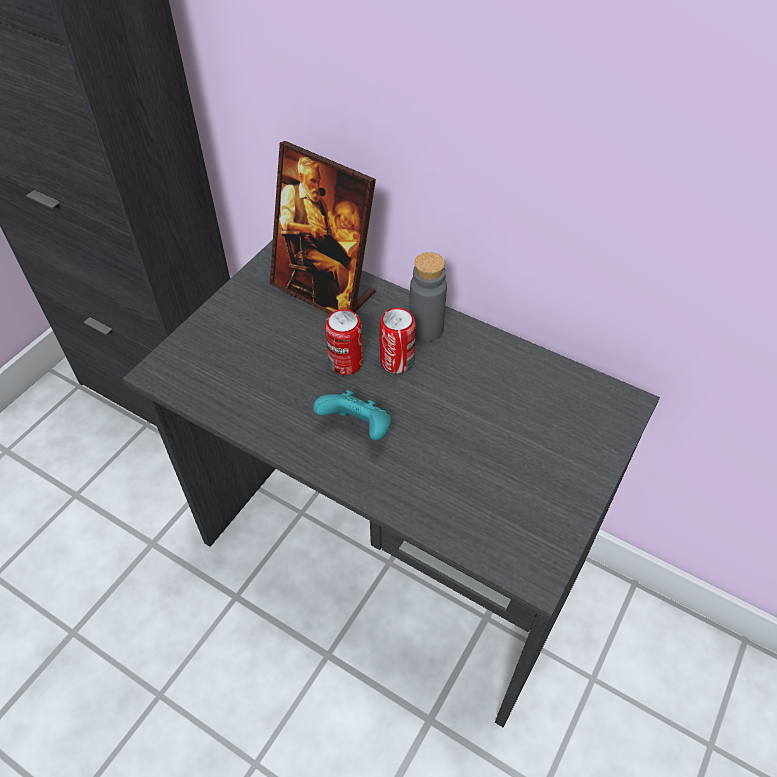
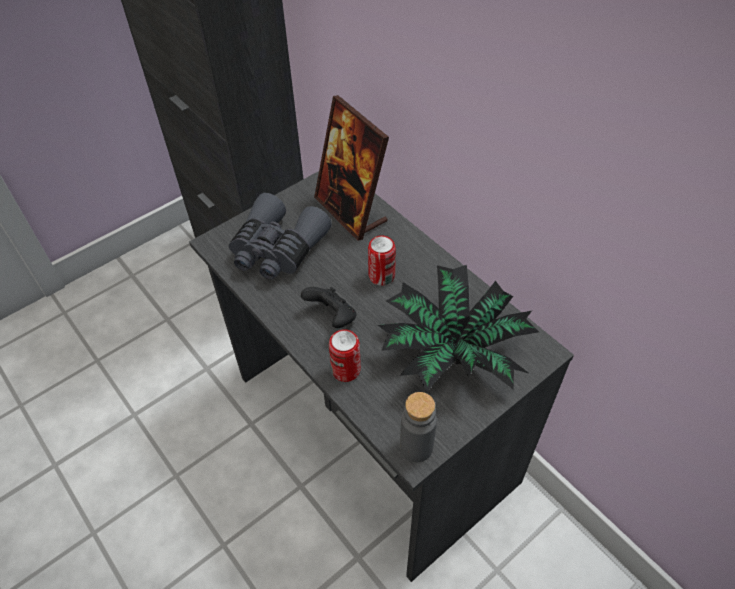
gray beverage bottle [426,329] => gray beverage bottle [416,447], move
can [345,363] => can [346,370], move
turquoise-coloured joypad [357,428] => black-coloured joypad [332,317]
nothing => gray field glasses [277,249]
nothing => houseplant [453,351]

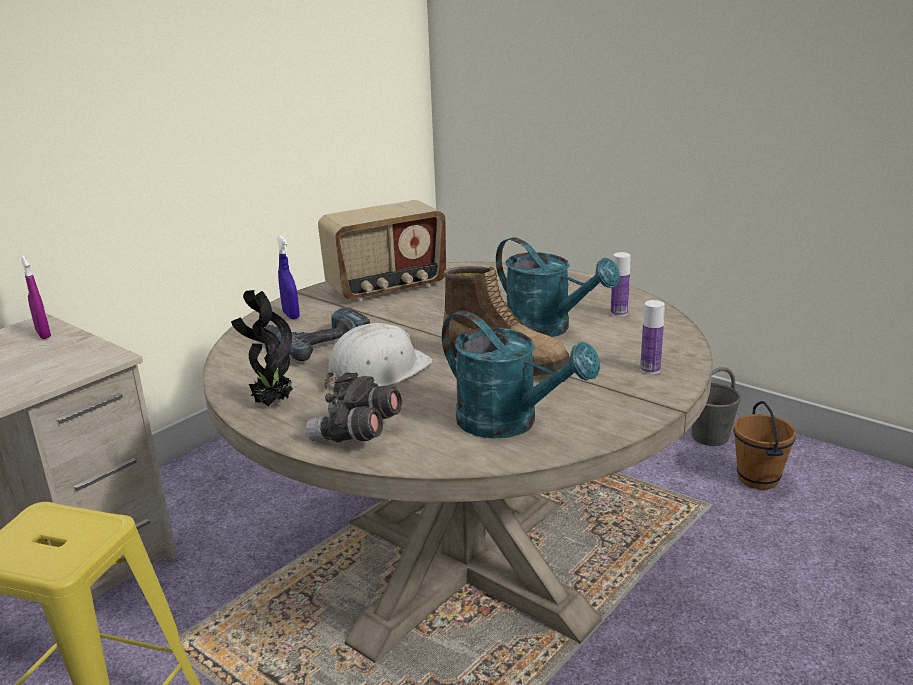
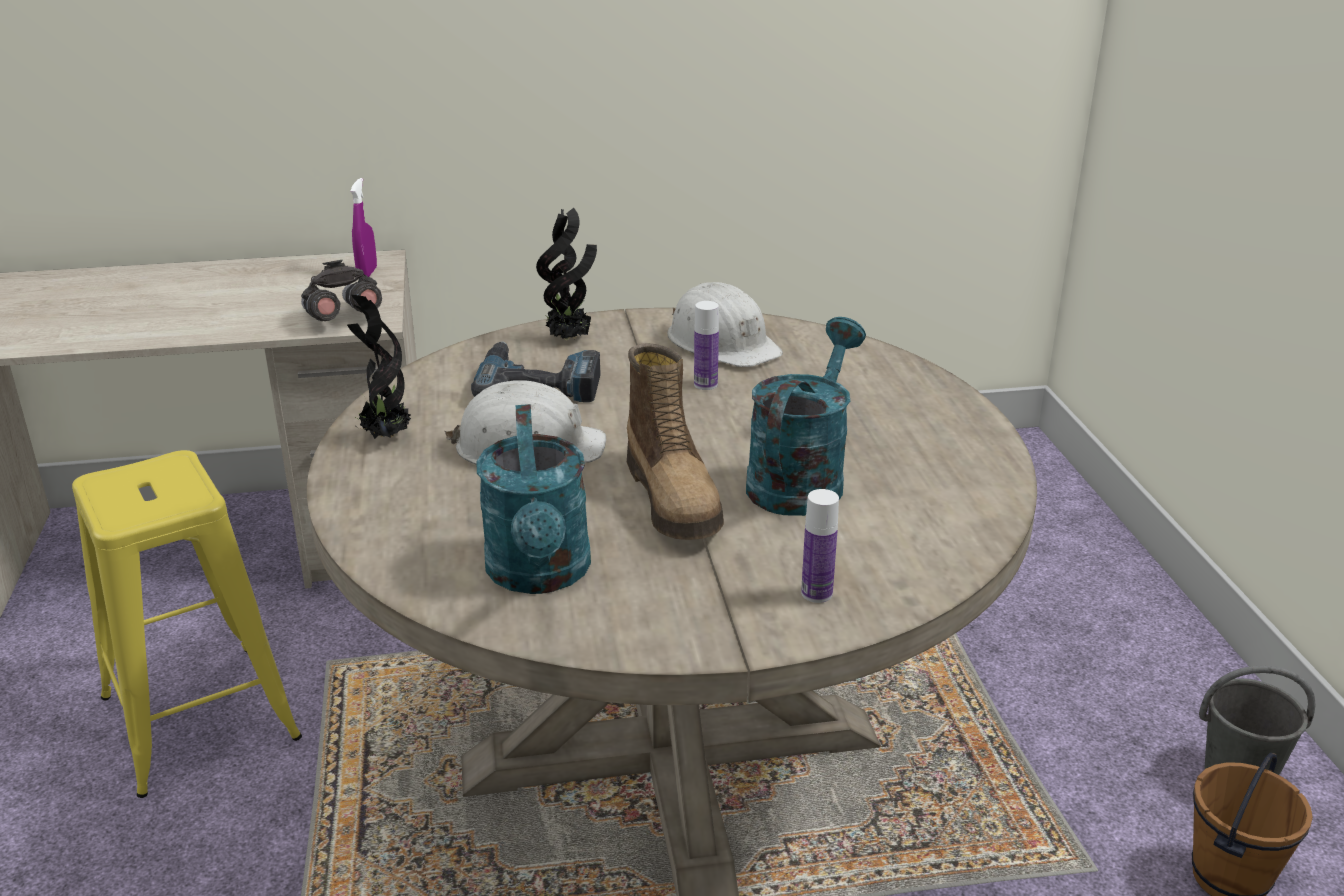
radio set [387,288] => white-coloured hard hat [722,343]
blue hand sprayer [291,315] => houseplant [570,339]
turquoise-coloured watering can [548,329] => turquoise-coloured watering can [801,478], 150 degrees counterclockwise
beverage bottle [619,313] => beverage bottle [705,384], move
gray field glasses [356,434] => gray field glasses [341,318], move

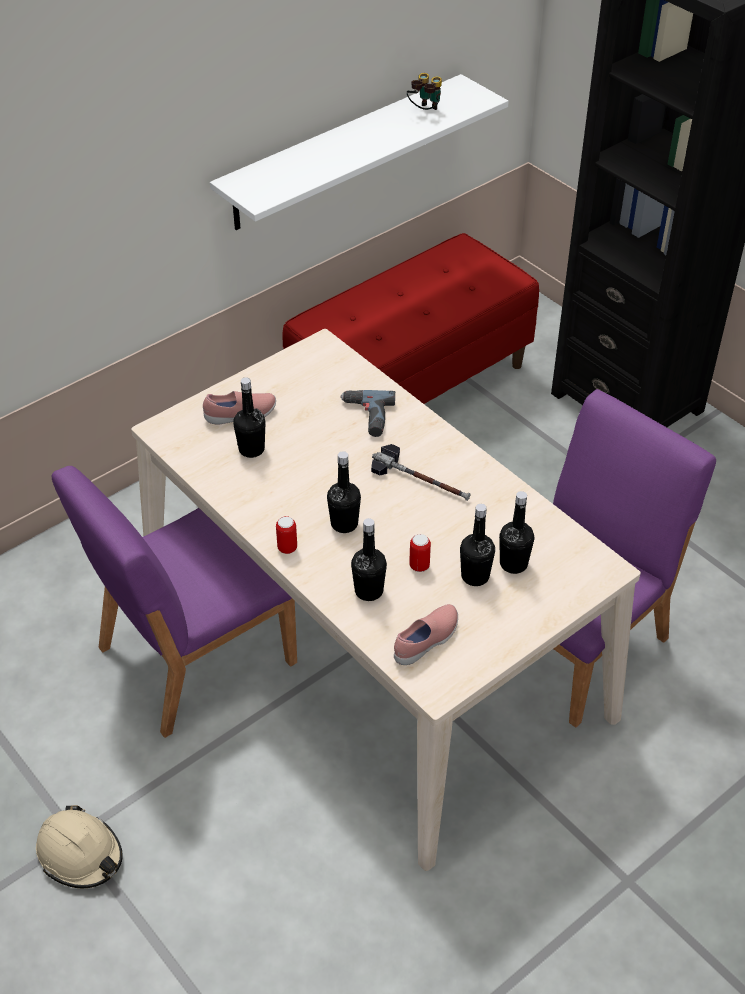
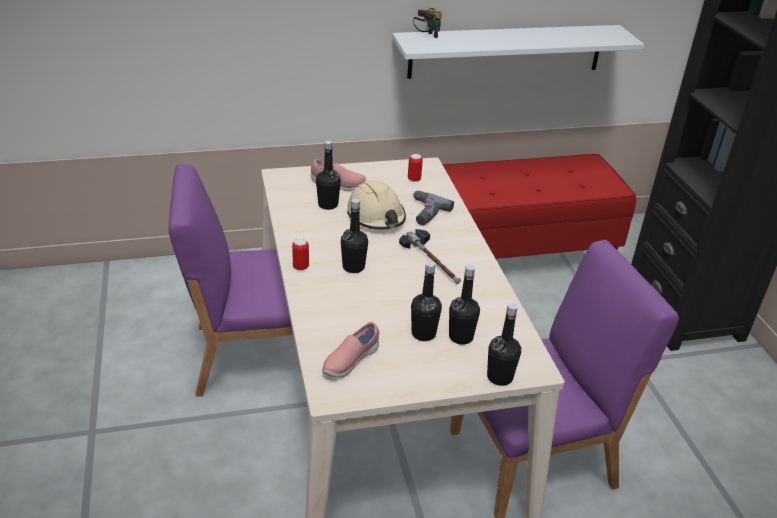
field glasses [424,111] => field glasses [426,37], move
black-coloured beverage bottle [369,591] => black-coloured beverage bottle [499,377], move
can [419,566] => can [414,179], move
pink-coloured low shoe [427,642] => pink-coloured low shoe [350,361], 150 degrees clockwise
beige hard hat [80,854] => beige hard hat [376,216], move

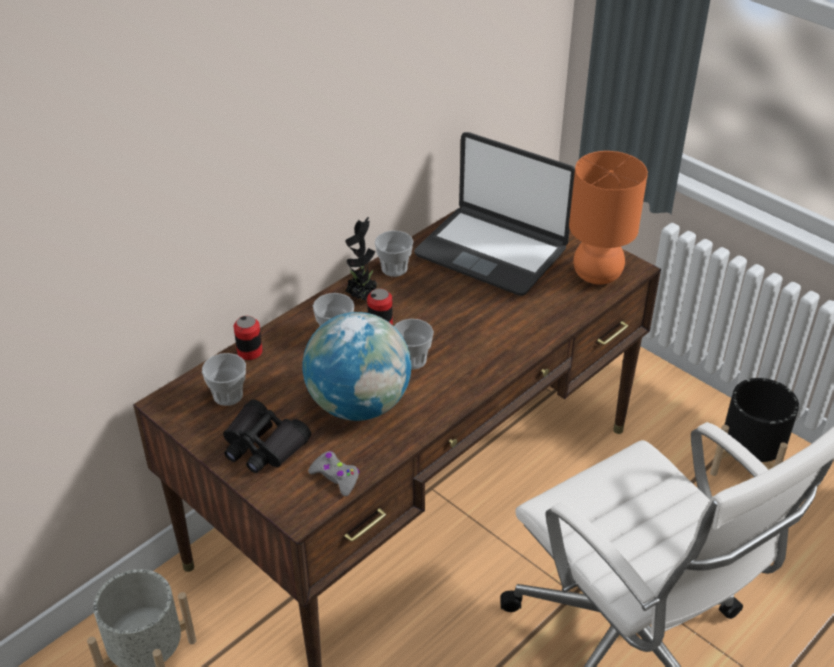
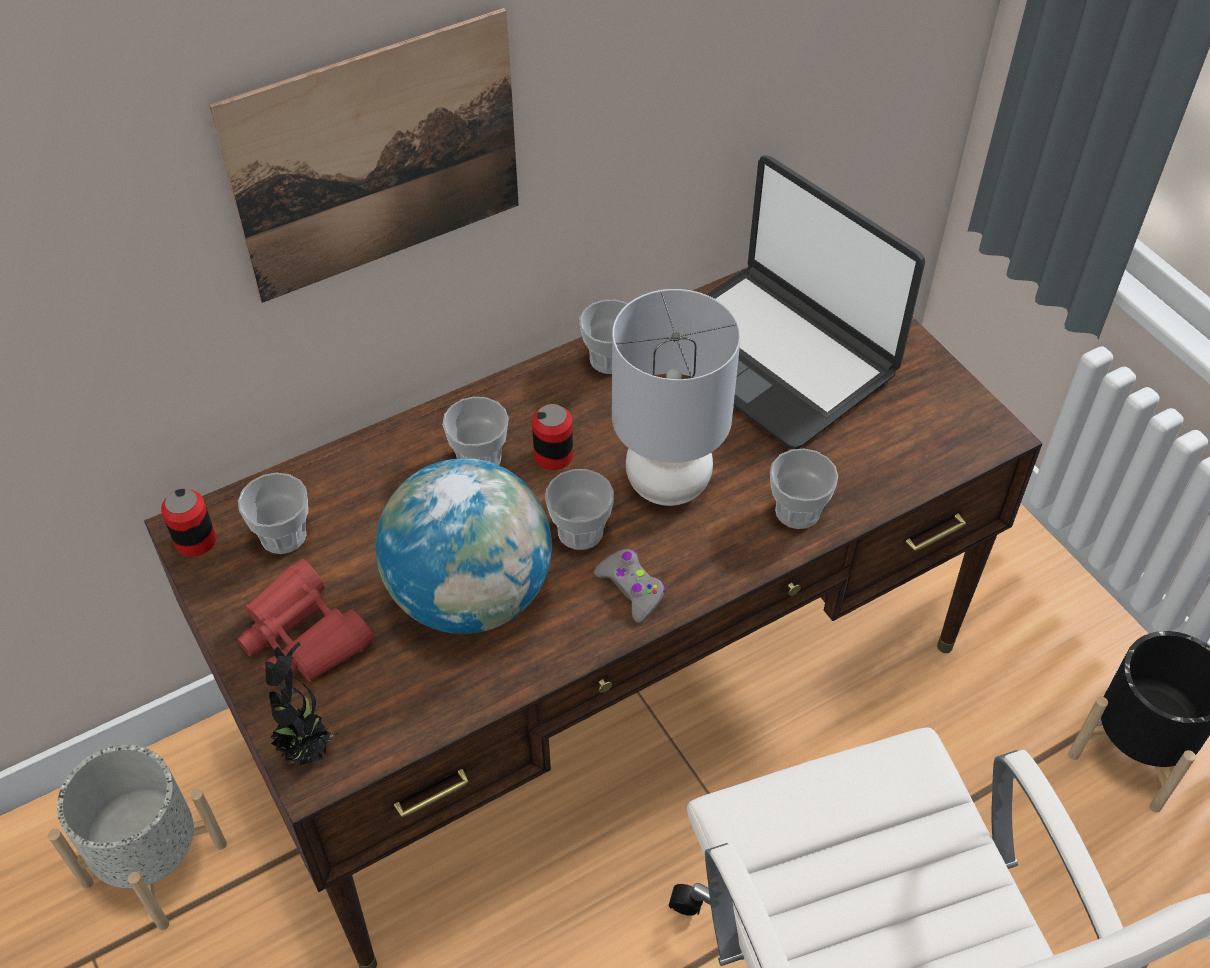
orangey tabletop lamp [596,275] => nothing
houseplant [363,297] => houseplant [308,749], move
can [250,352] => can [195,541], move
black-coloured field glasses [263,445] => reddish field glasses [303,637]
gray joypad [335,477] => gray joypad [631,589], move
nothing => wall picture [378,158]
nothing => gray tabletop lamp [667,484]
nothing => drinking cup [797,511]

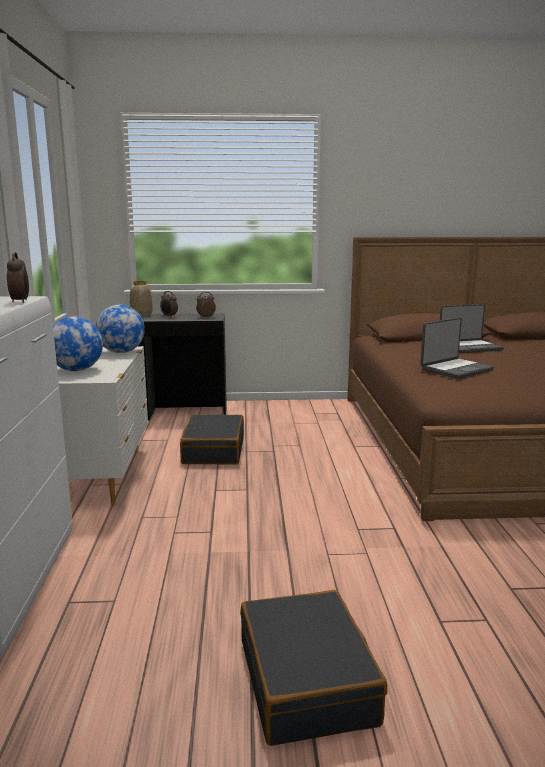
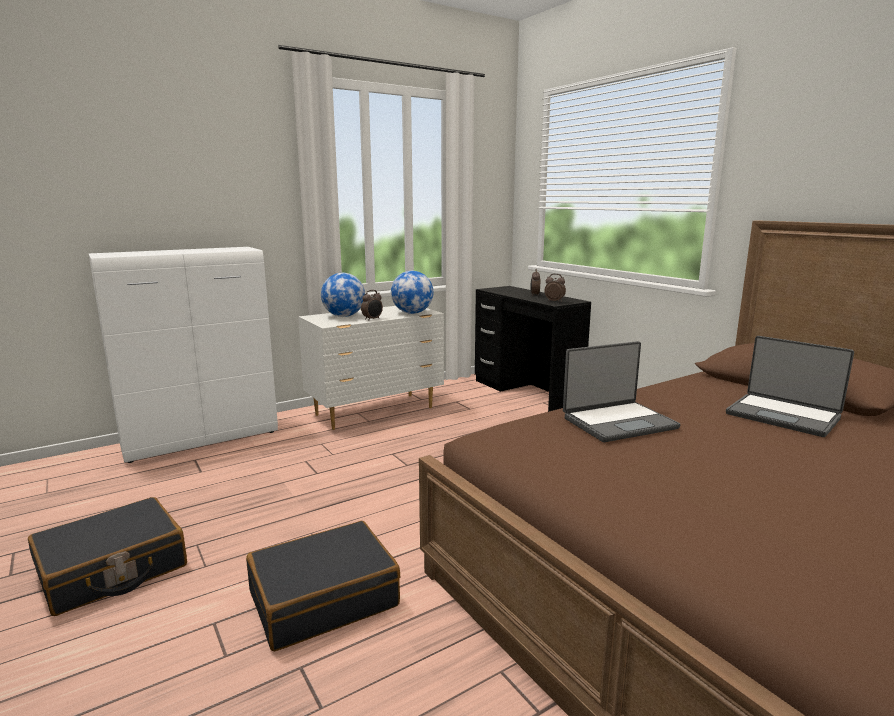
table clock [20,301] => table clock [372,319], move
flower vase [142,316] => nothing
portable computer [455,369] => portable computer [618,422], 45 degrees counterclockwise
black-coloured suitcase [213,450] => black-coloured suitcase [323,598], move

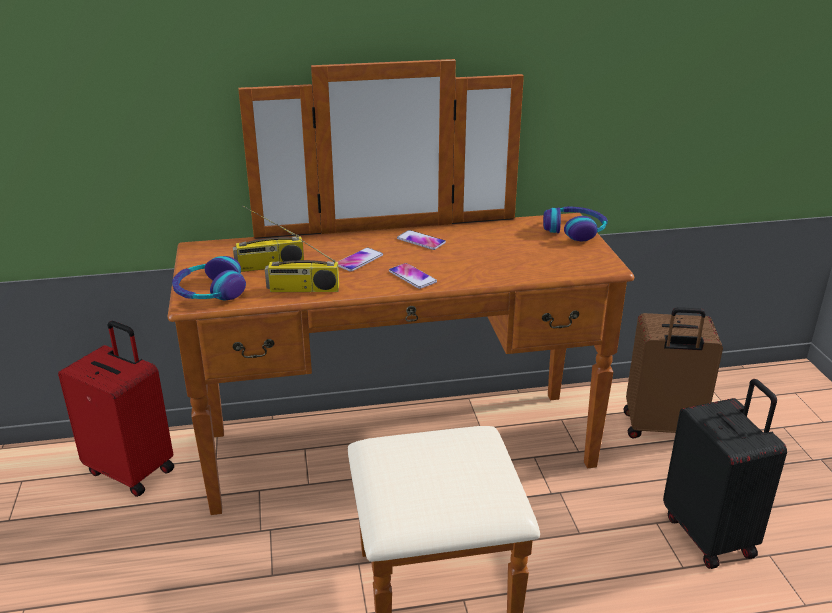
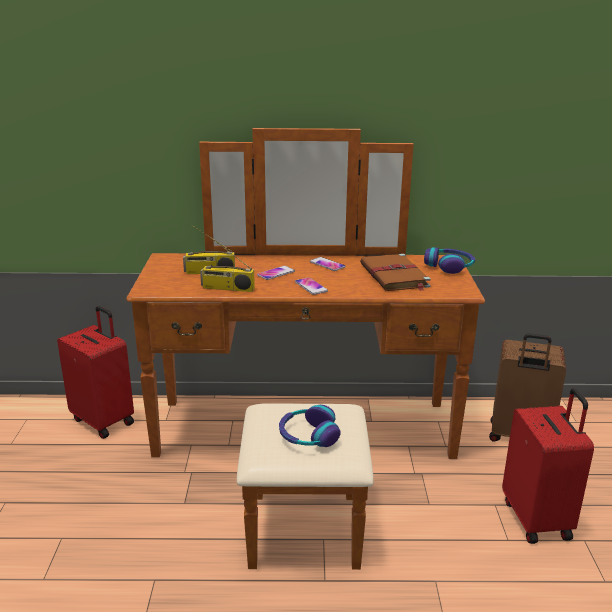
pair of headphones [209,292] => pair of headphones [308,435], move
black-coloured suitcase [710,535] => reddish suitcase [538,519]
nothing => brown book [394,276]

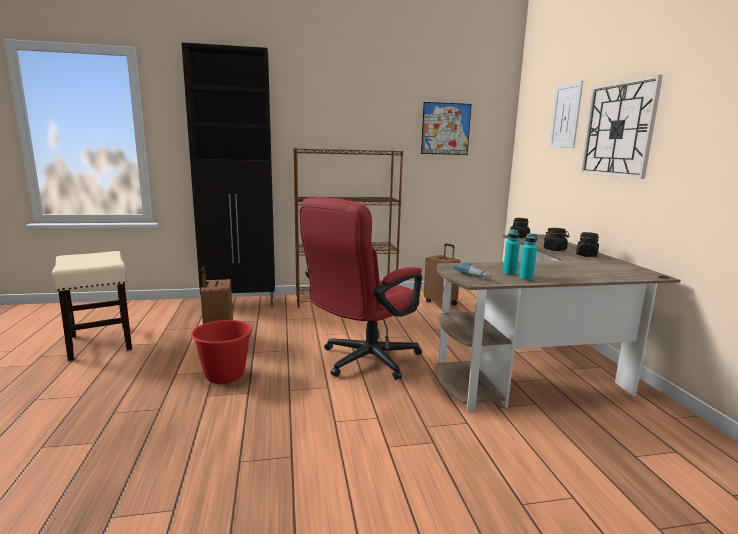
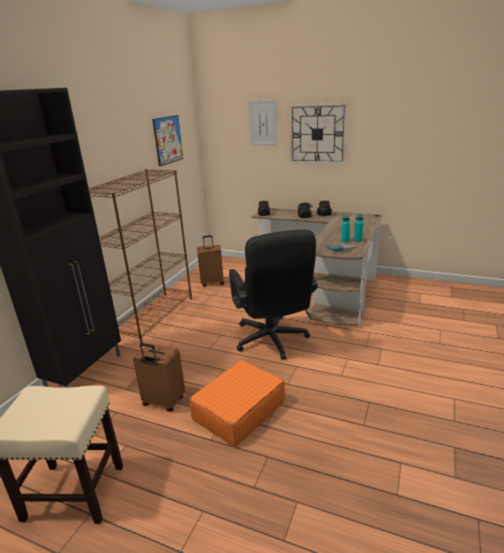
reddish office chair [363,361] => black-coloured office chair [272,342]
reddish bucket [224,375] => orangey suitcase [238,411]

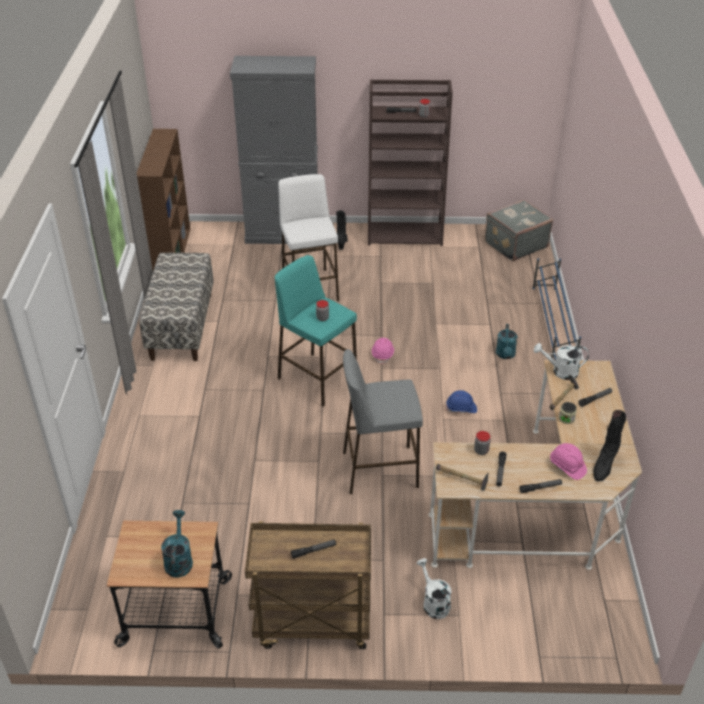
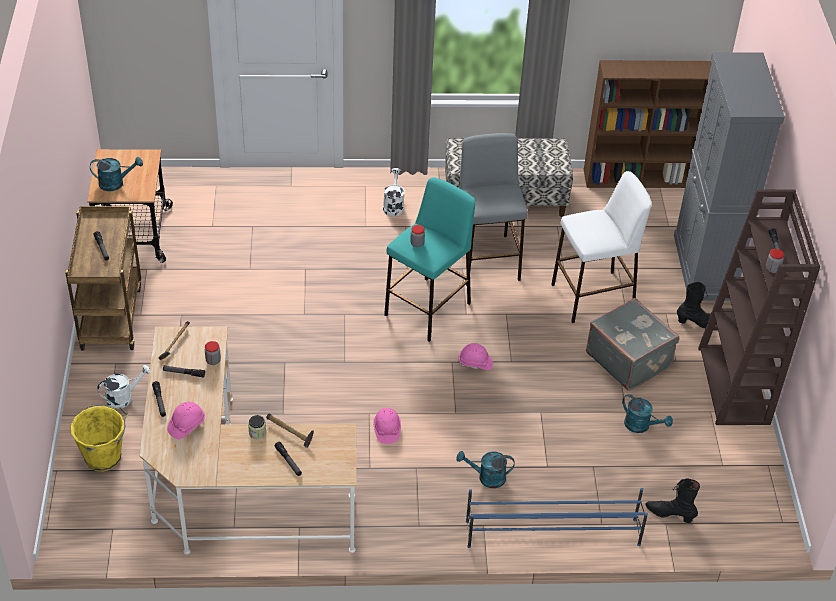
gray suitcase [515,244] => gray suitcase [629,359], move
white-coloured watering can [560,372] => white-coloured watering can [393,205], move
gray sitting stool [379,469] => gray sitting stool [486,259], move
blue hard hat [461,408] => pink-coloured hard hat [386,430]
black-coloured boot [604,465] => black-coloured boot [670,514], move
nothing => turquoise-coloured watering can [641,426]
nothing => yellowish bucket [104,456]

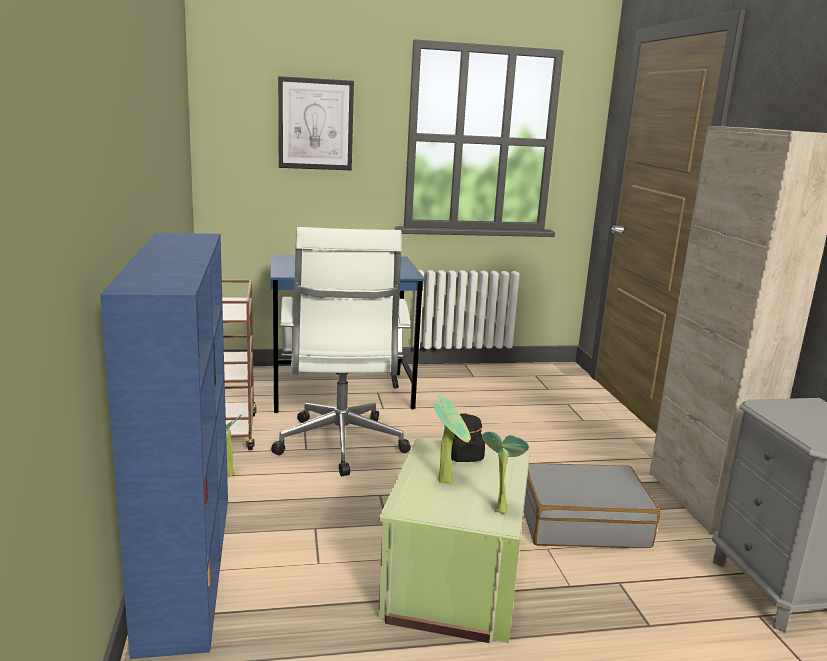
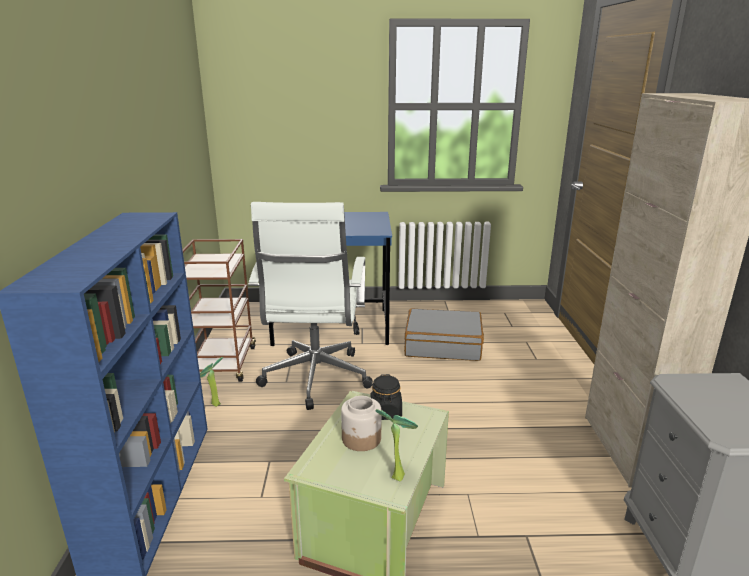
wall picture [315,124] => nothing
houseplant [448,480] => preserve jar [361,439]
gray suitcase [582,522] => gray suitcase [443,345], move

